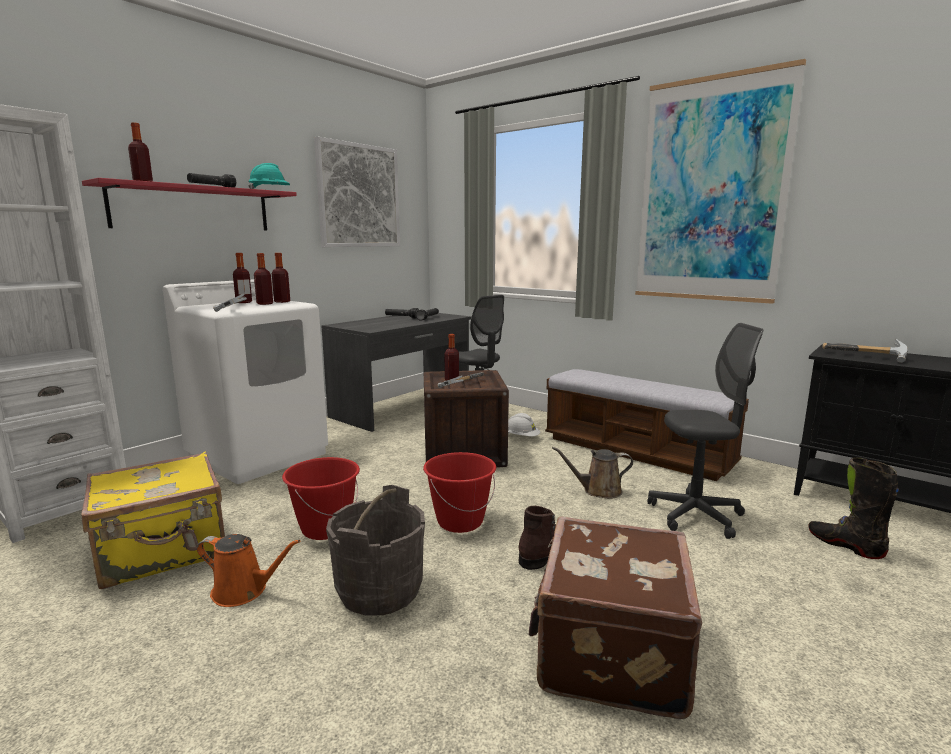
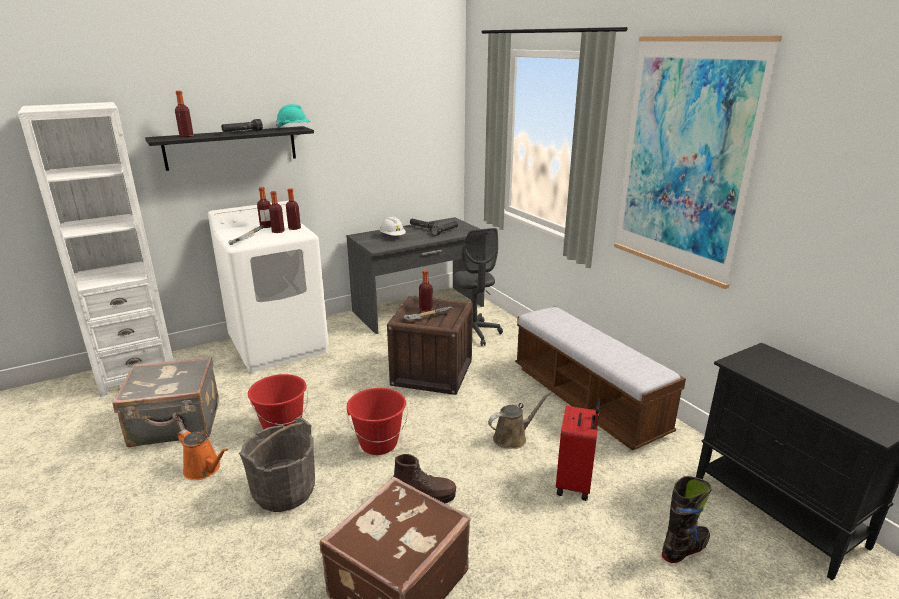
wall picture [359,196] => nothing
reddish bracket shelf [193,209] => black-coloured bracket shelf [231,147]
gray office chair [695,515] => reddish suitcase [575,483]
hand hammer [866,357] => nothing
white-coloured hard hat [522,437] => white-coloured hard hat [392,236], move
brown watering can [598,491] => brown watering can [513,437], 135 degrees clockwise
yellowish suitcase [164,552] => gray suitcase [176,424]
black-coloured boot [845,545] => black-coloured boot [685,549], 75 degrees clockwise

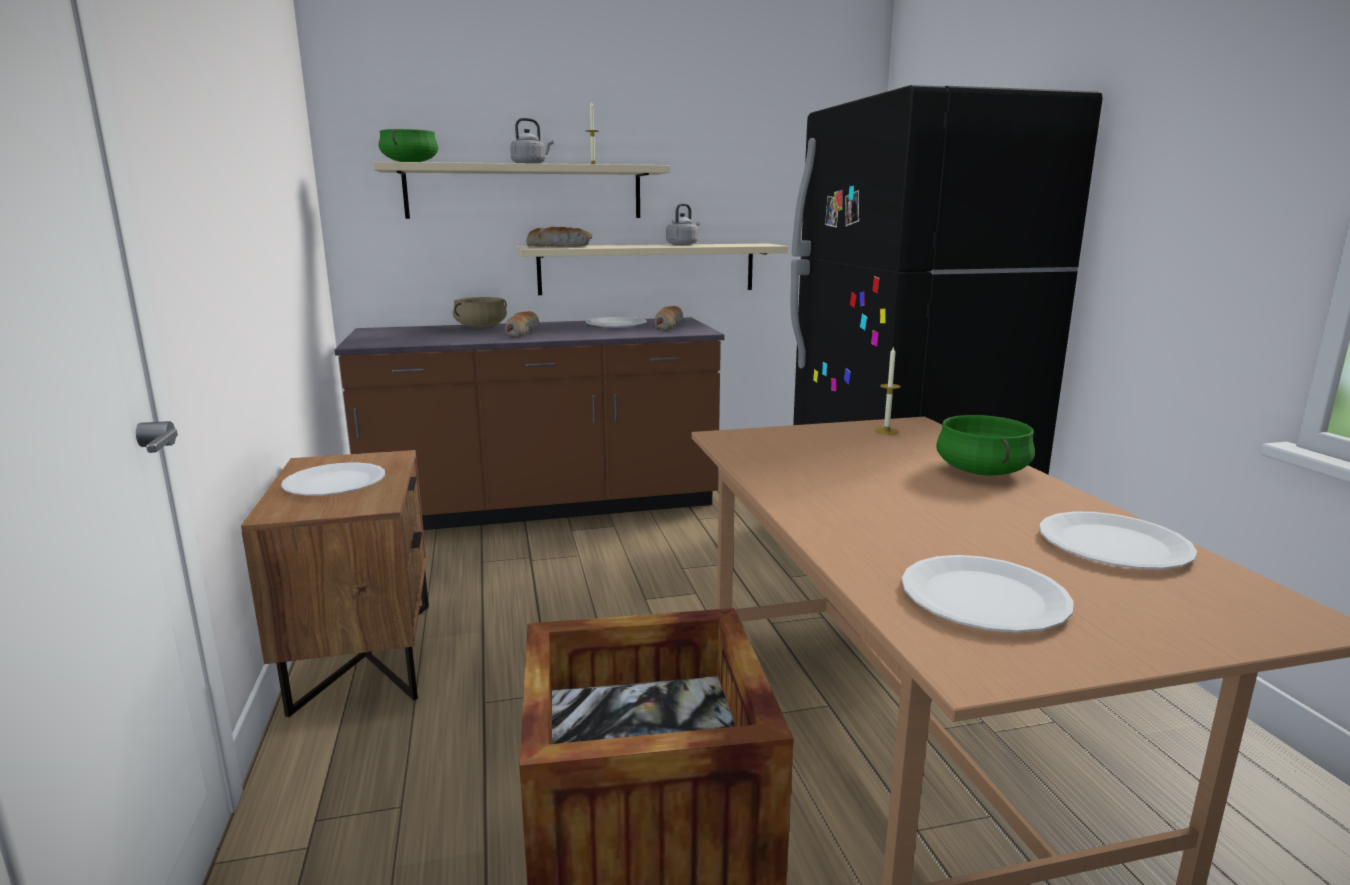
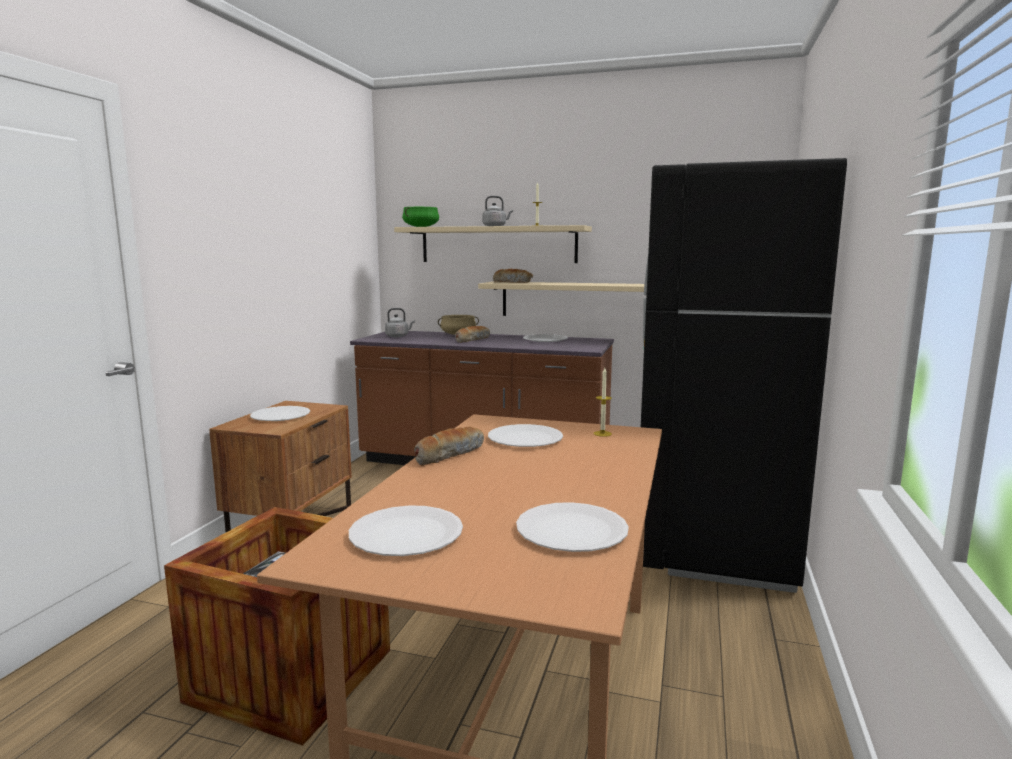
gray kettle [683,244] => gray kettle [398,336], move
bread [668,326] => bread [449,454], move
green-coloured cooking pot [981,471] => nothing
nothing => white-coloured flat dish [525,438]

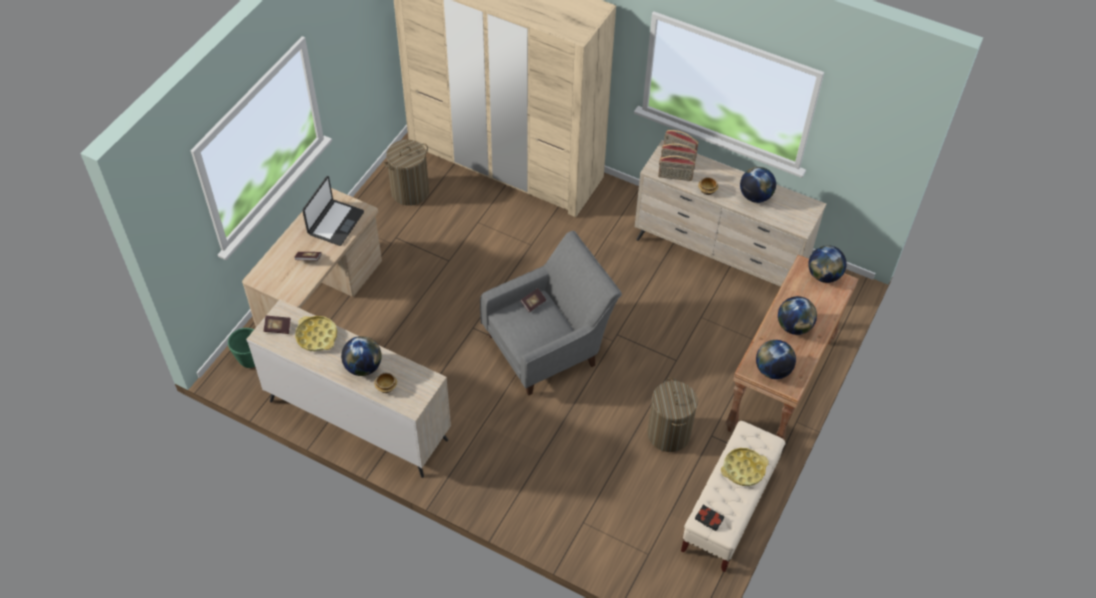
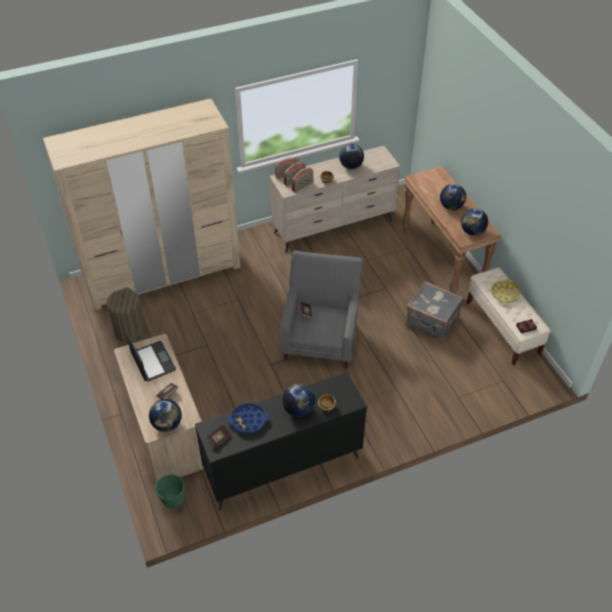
globe [823,275] => globe [167,424], move
beige chest of drawers [357,419] => black-coloured chest of drawers [282,467]
yellowish serving tray [316,336] => blue serving tray [248,420]
hamper [668,433] => gray suitcase [431,322]

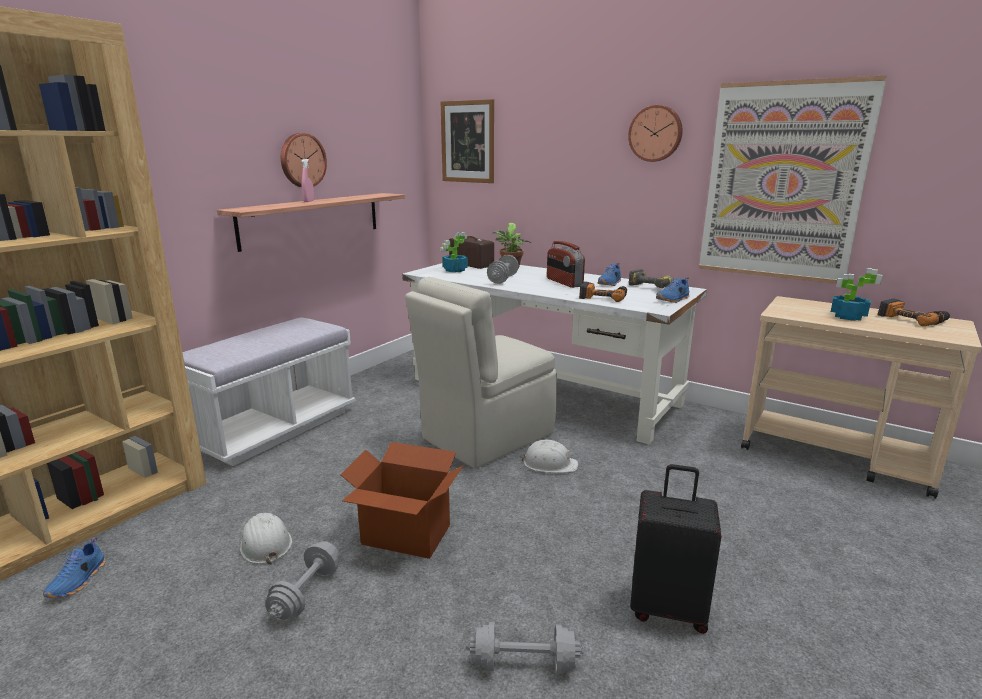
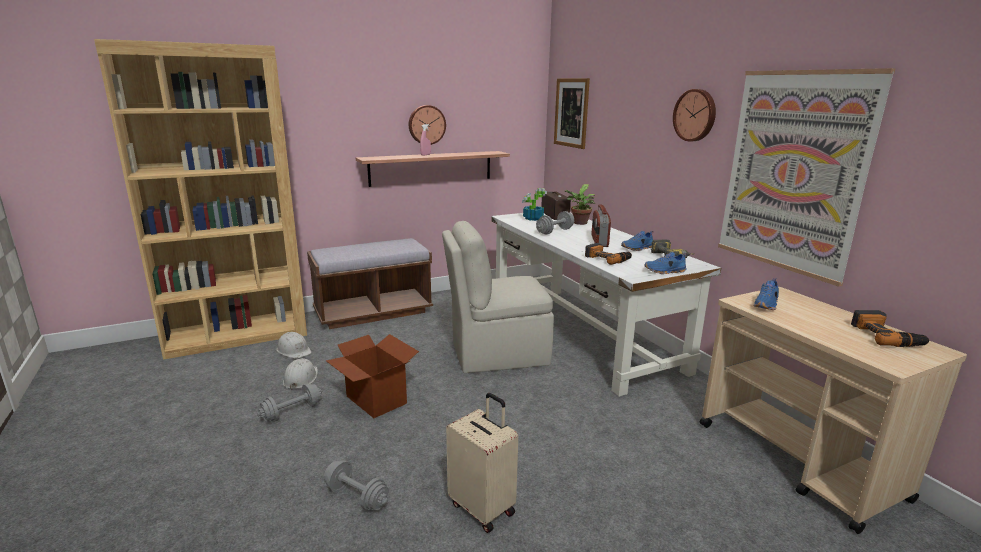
houseplant [847,316] => nothing
white-coloured bench [274,428] => brown bench [373,312]
white-coloured hard hat [549,464] => white-coloured hard hat [294,350], move
black-coloured suitcase [668,608] => beige suitcase [483,507]
blue low shoe [79,581] => blue low shoe [766,305], move

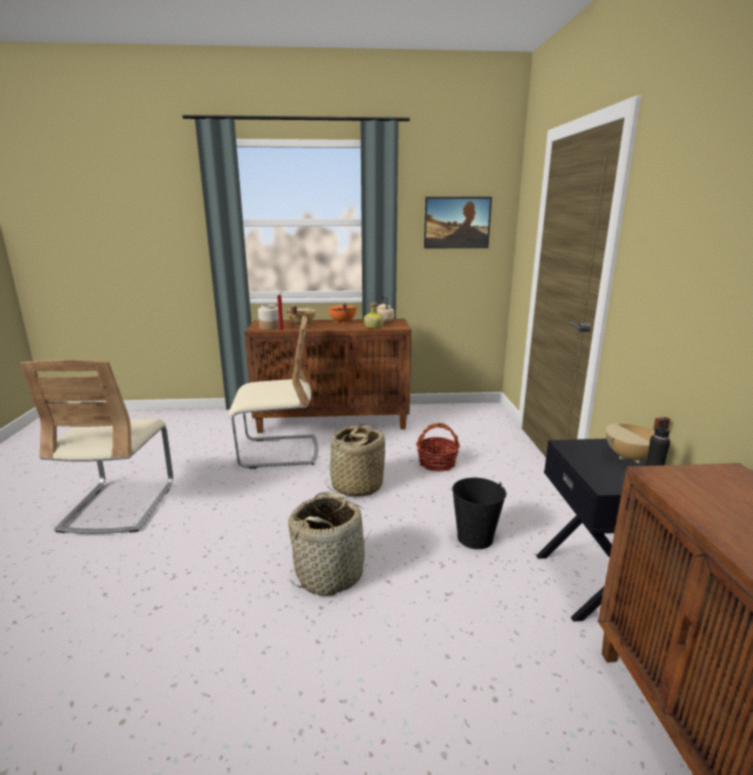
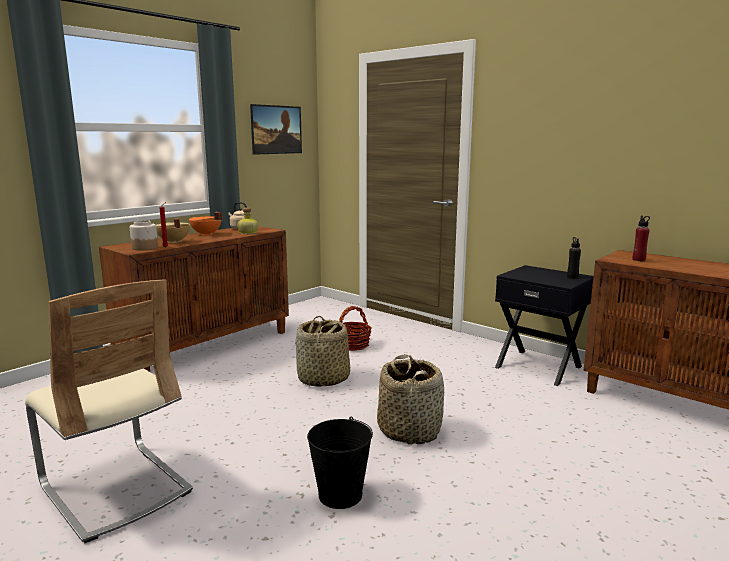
beige chair [278,452] => nothing
beige cooking pot [631,458] => nothing
black-coloured bucket [474,538] => black-coloured bucket [340,495], move
nothing => reddish beverage bottle [638,260]

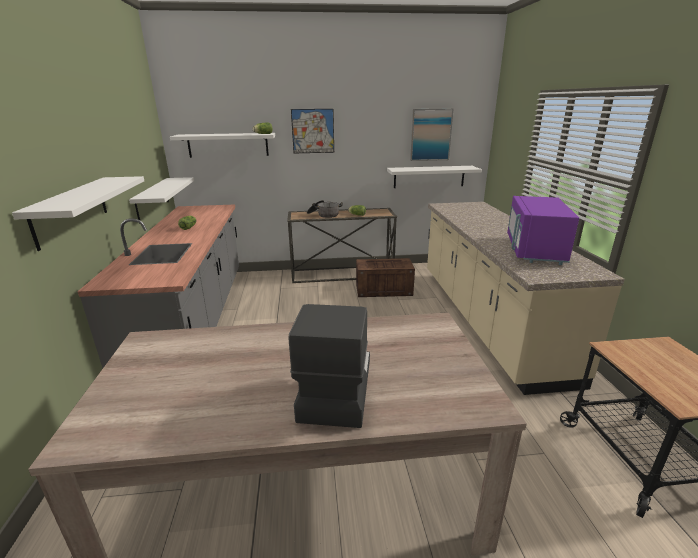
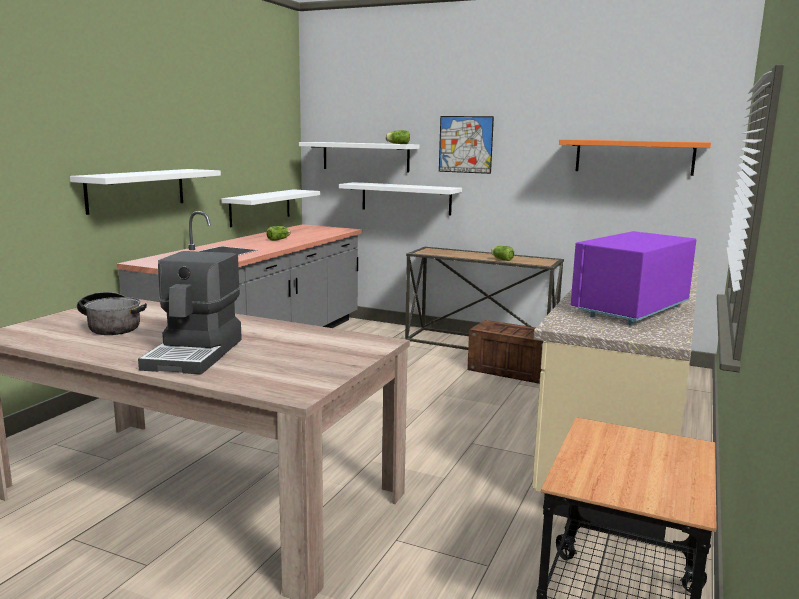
wall picture [430,135] => orangey bracket shelf [634,157]
white-coloured bracket shelf [429,177] => white-coloured bracket shelf [406,198], move
cooking pot [324,215] => cooking pot [111,326], move
coffee machine [334,389] => coffee machine [196,354], 150 degrees clockwise

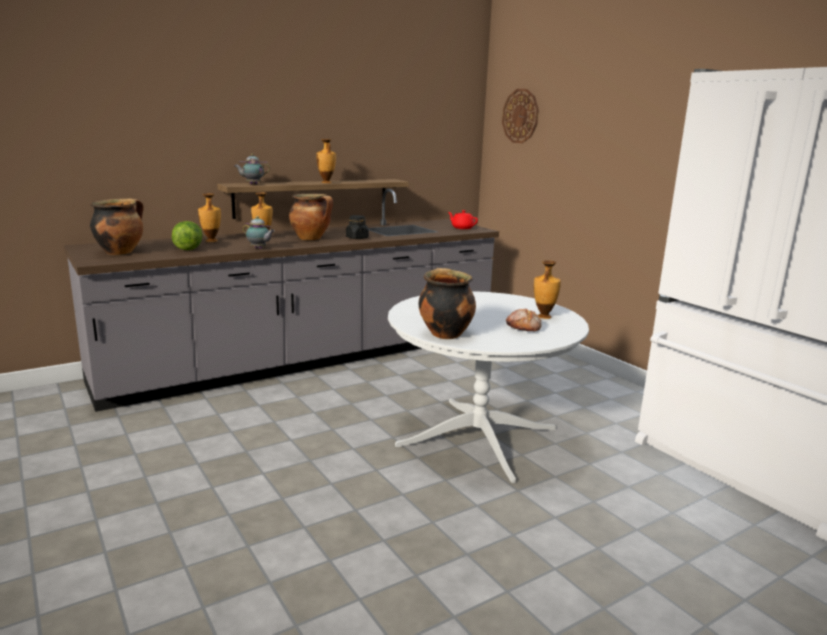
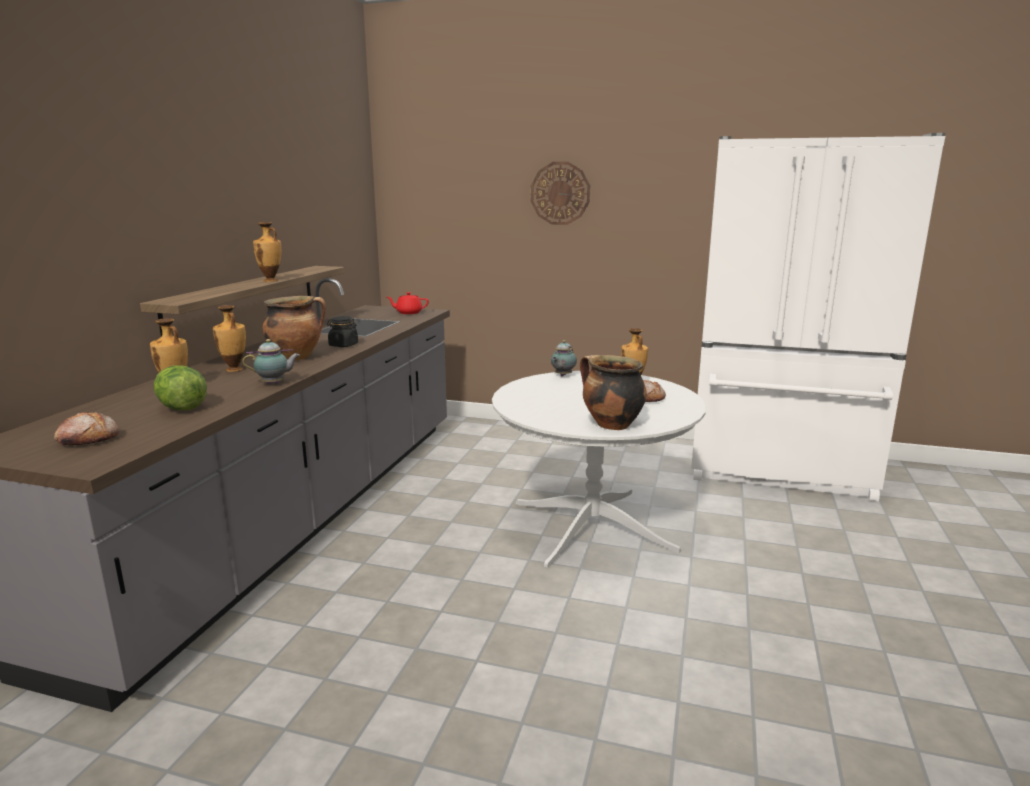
hanging clock [520,116] => hanging clock [560,193], move
tea pot [252,184] => tea pot [562,376], move
cooking pot [120,252] => bread [88,439]

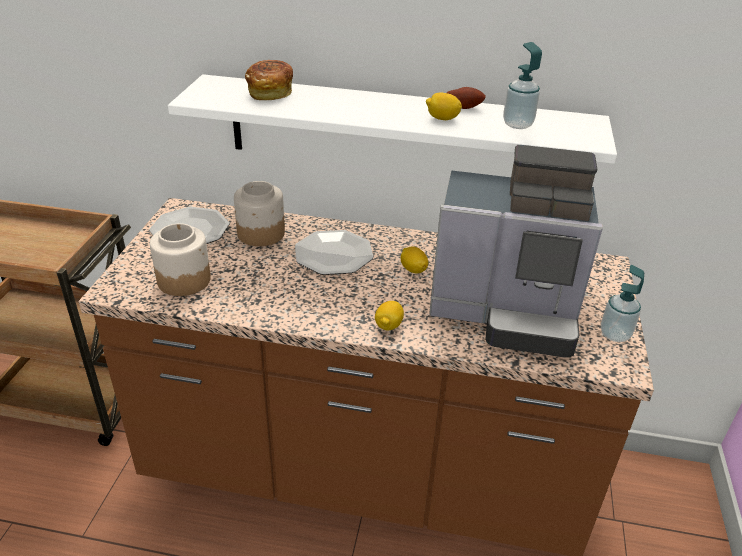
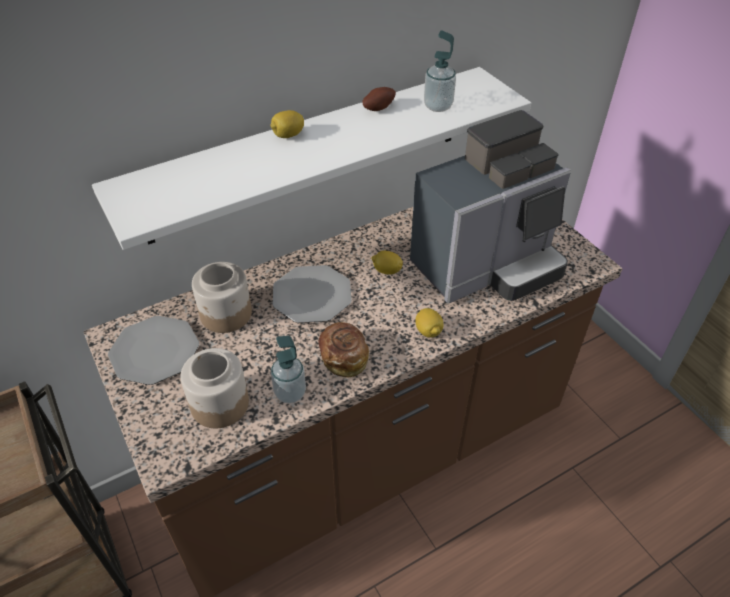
bread [271,92] => bread [343,357], move
whole lemon [442,119] => whole lemon [288,135], move
soap bottle [615,334] => soap bottle [290,393], move

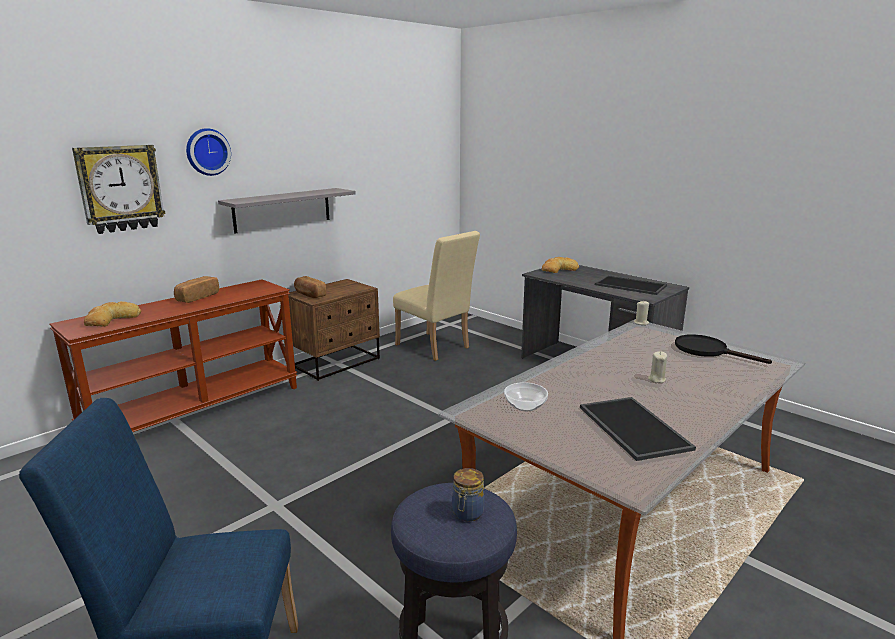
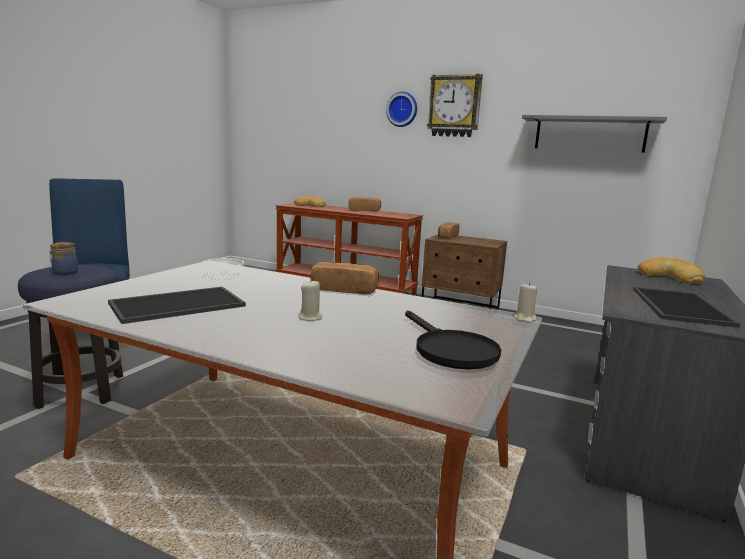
hanging clock [120,188] => hanging clock [454,106], move
gray bracket shelf [282,210] => gray bracket shelf [589,134], move
beige chair [435,347] => nothing
black-coloured pan [707,351] => black-coloured pan [449,350], 135 degrees clockwise
nothing => bread [344,290]

